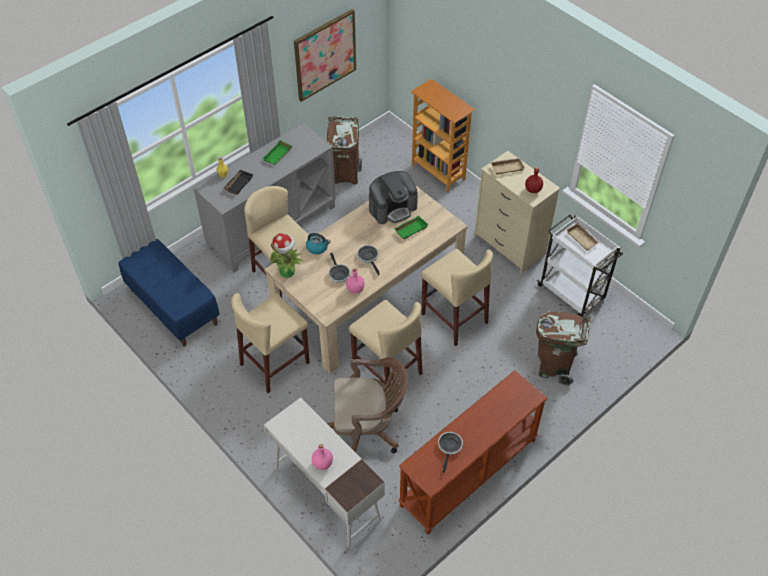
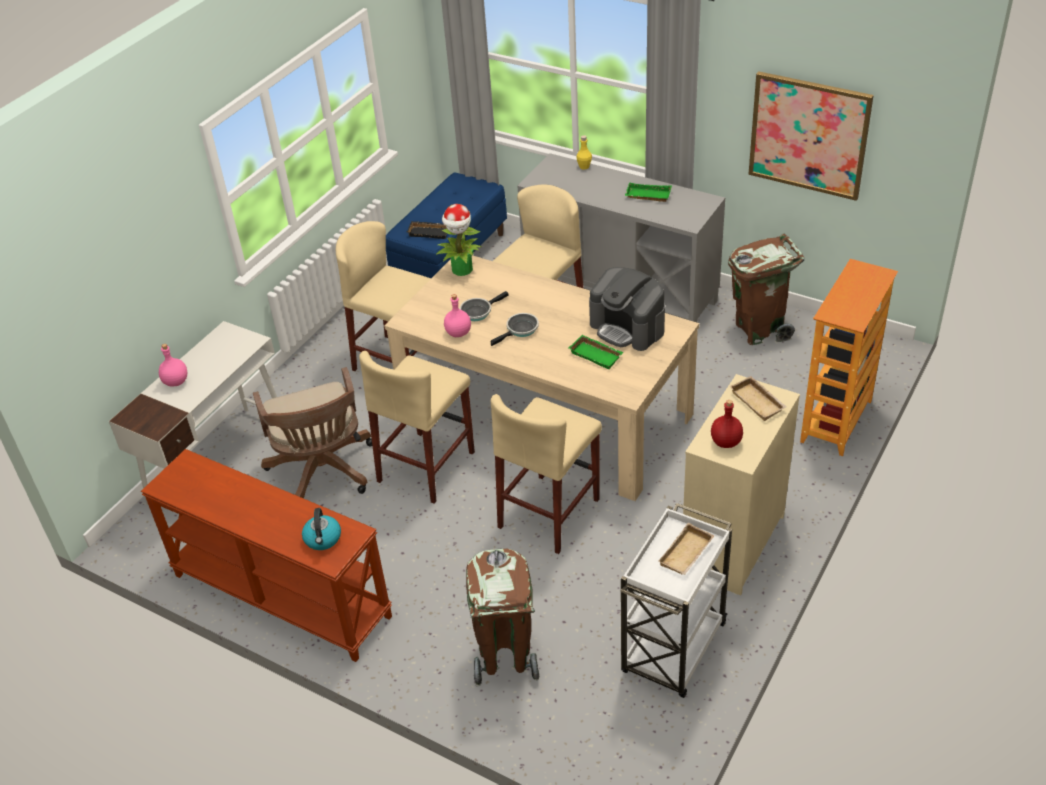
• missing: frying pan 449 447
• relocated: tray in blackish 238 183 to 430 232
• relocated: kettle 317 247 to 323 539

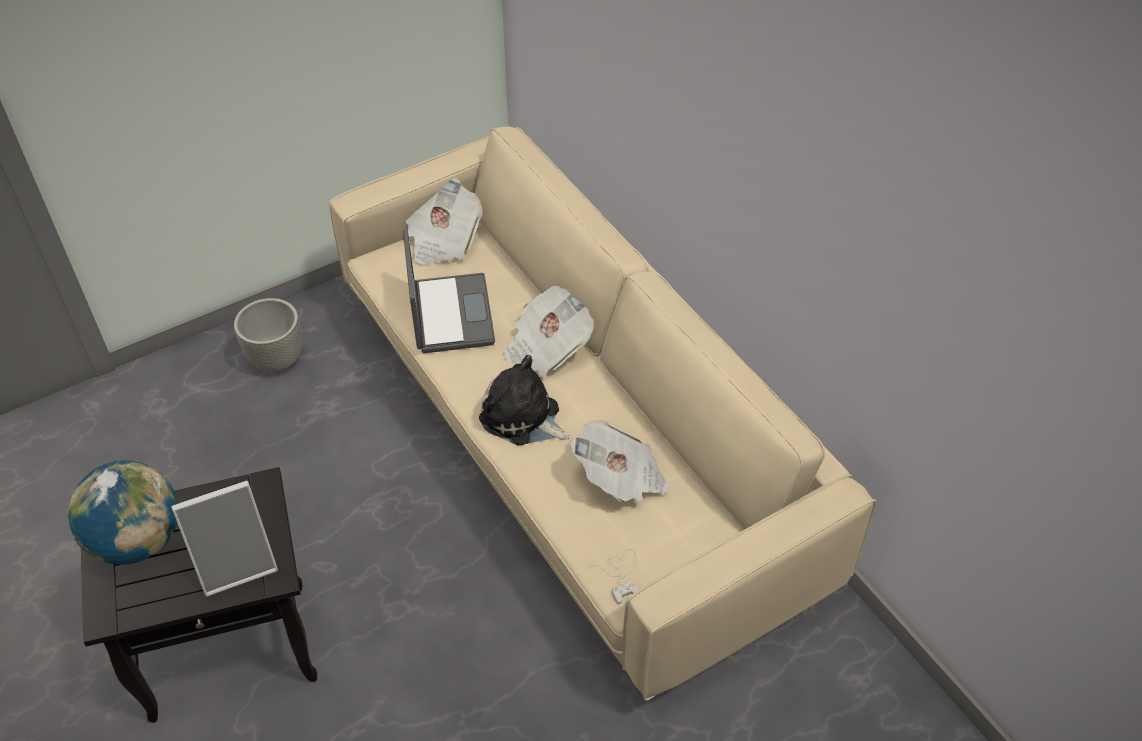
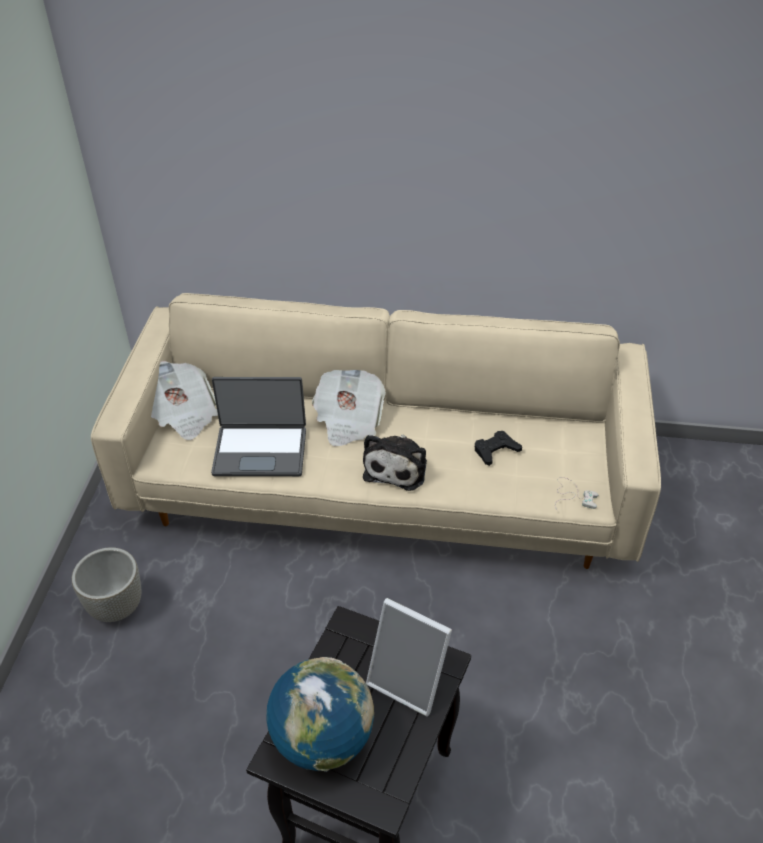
• exchanged: newspaper 620 478 to game controller in blackish 495 451
• spun: standing frame 236 563 = 409 681 105 degrees clockwise
• spun: notebook computer 449 314 = 260 450 150 degrees clockwise
• spun: plush toy 523 418 = 397 467 60 degrees counterclockwise

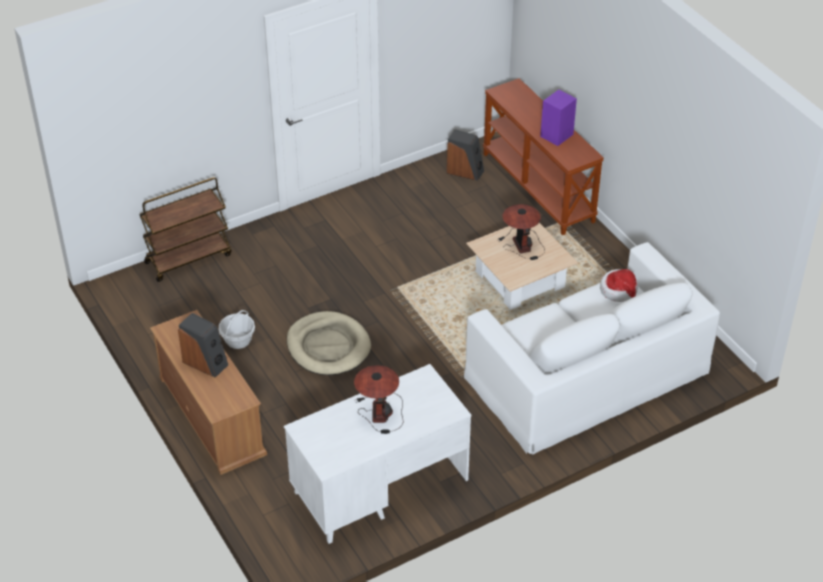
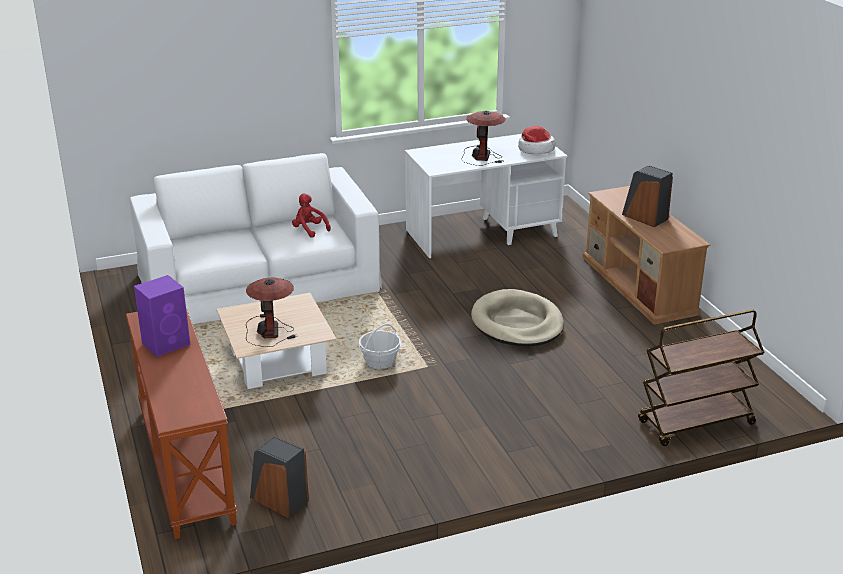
• appeared: plush toy in red-coloured 309 230
• relocated: basket 238 340 to 380 361
• relocated: wearable hat 619 291 to 535 149

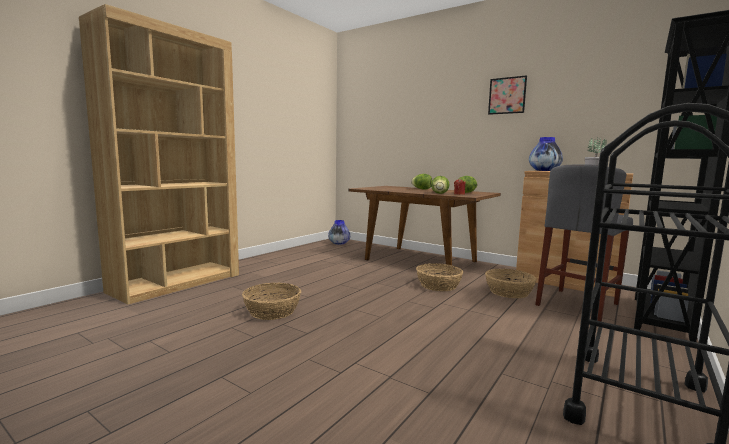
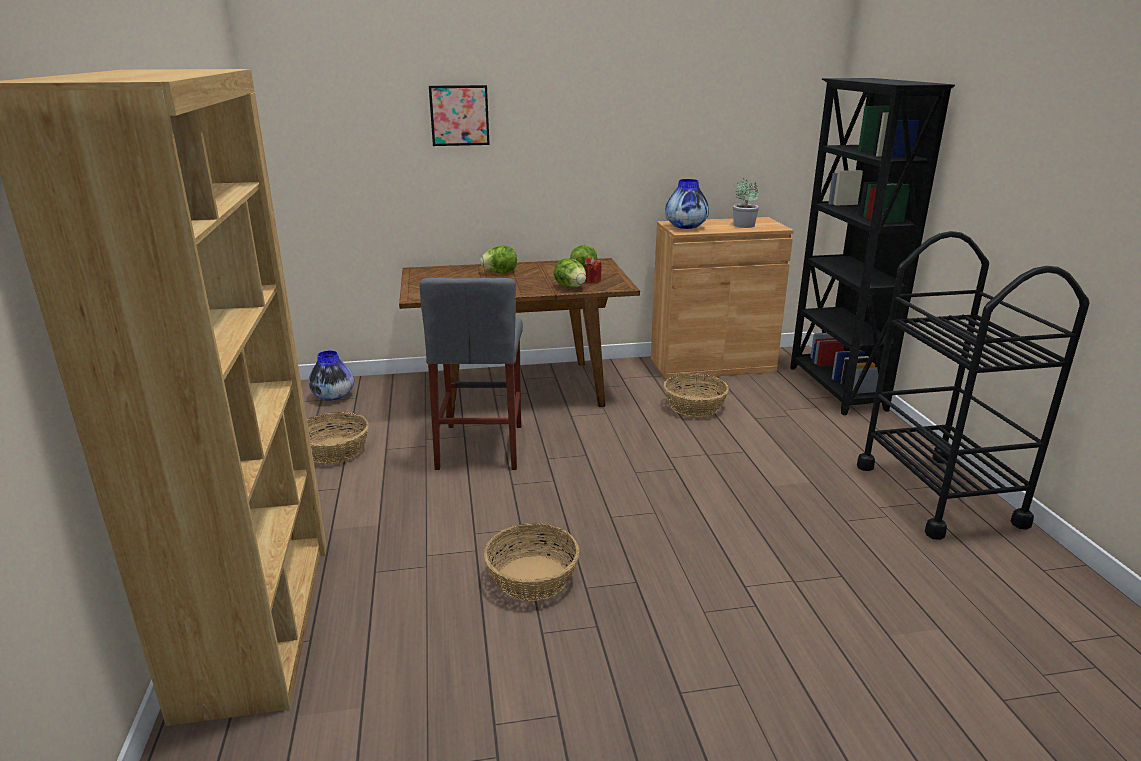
• relocated: basket 438 285 to 335 450
• relocated: picture 507 95 to 459 115
• relocated: stool in grey 577 304 to 480 446

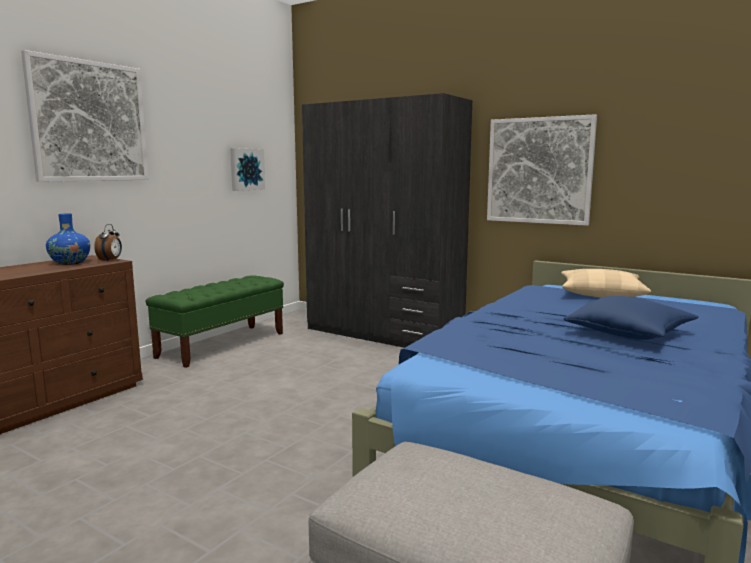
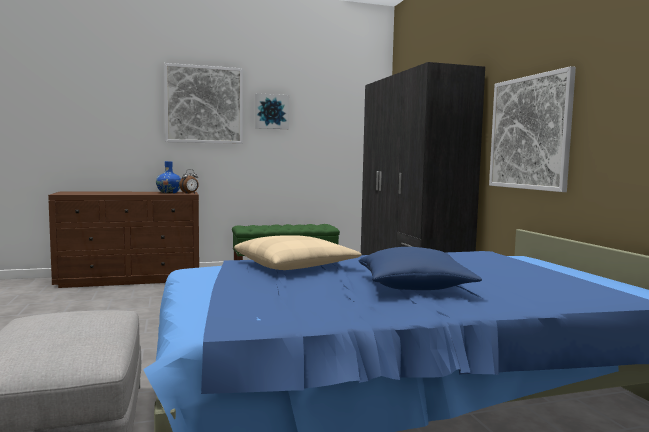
• relocated: picture 246 169 to 271 111
• relocated: cushion in sand-coloured 601 293 to 295 265

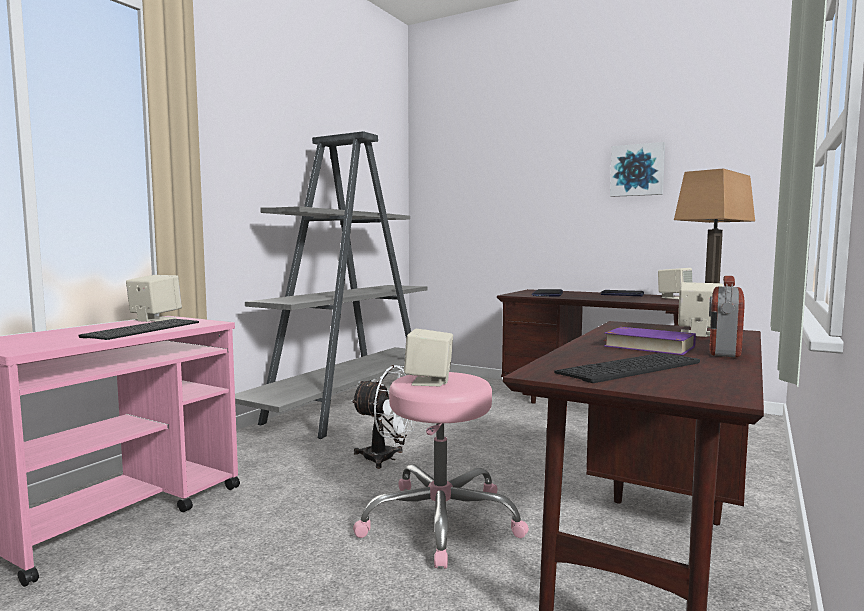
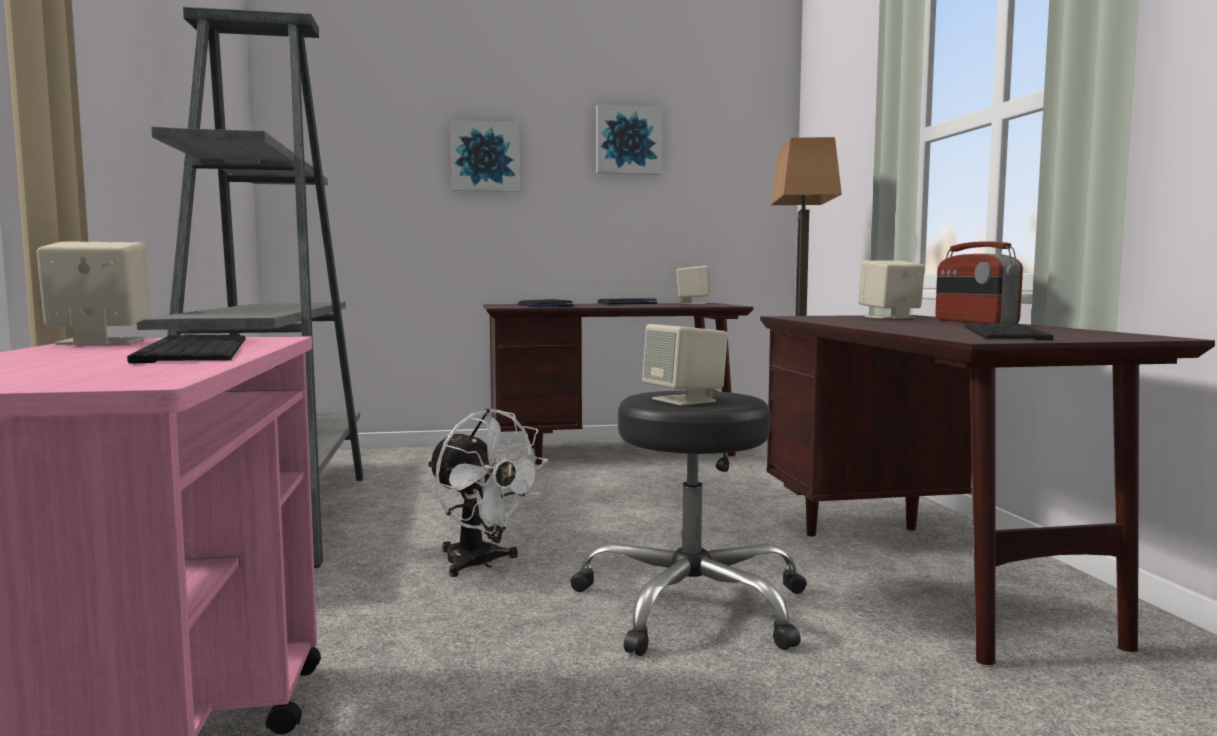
• missing: volume in purple-coloured 648 346
• appeared: picture 485 157
• colour: stool in pinkish 441 521 to stool in blackish 693 606
• spun: fan in whitish 386 459 = 481 564 60 degrees clockwise

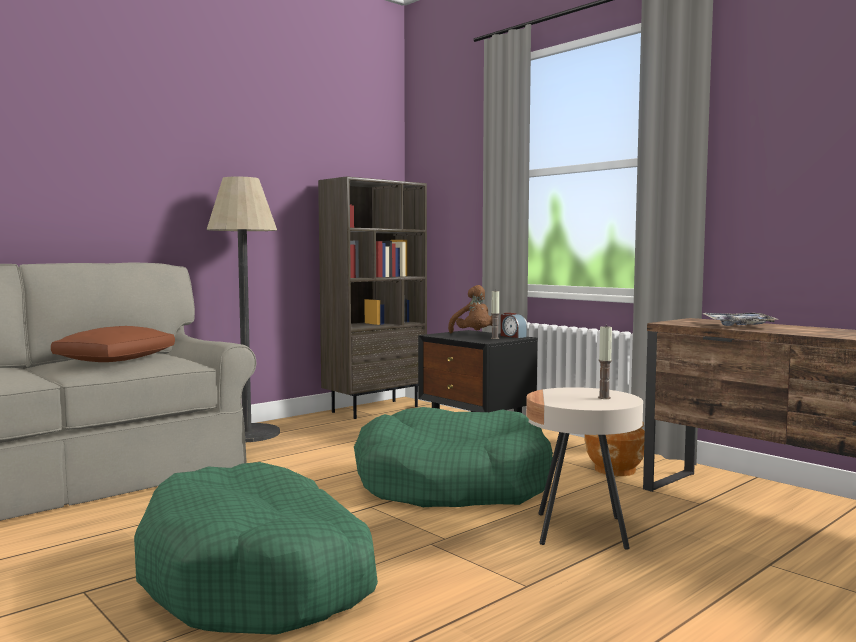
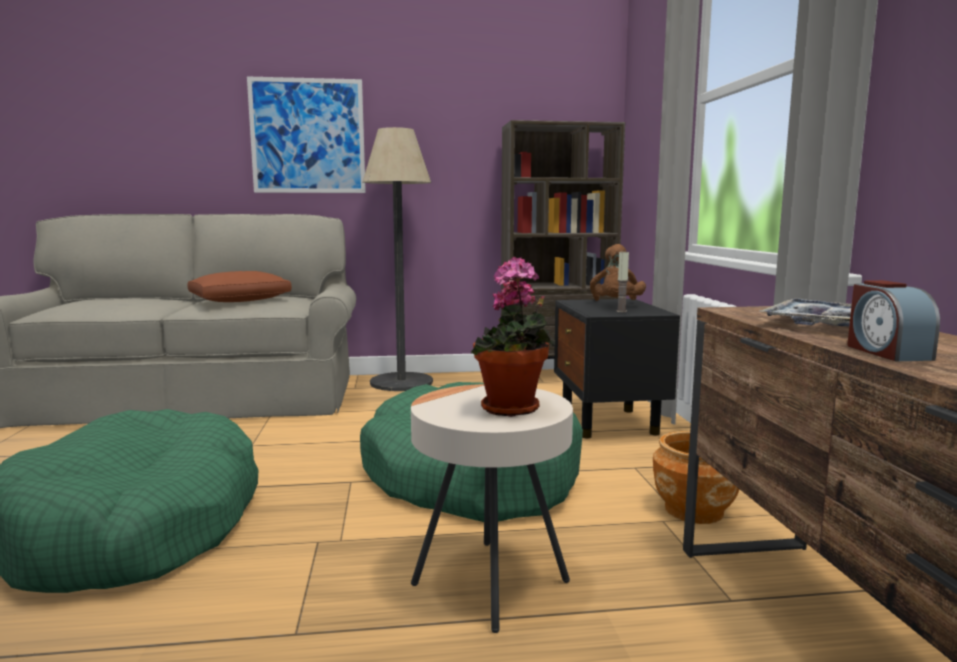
• appeared: picture 308 136
• relocated: table clock 513 336 to 886 352
• exchanged: wax candle 604 398 to houseplant 513 410

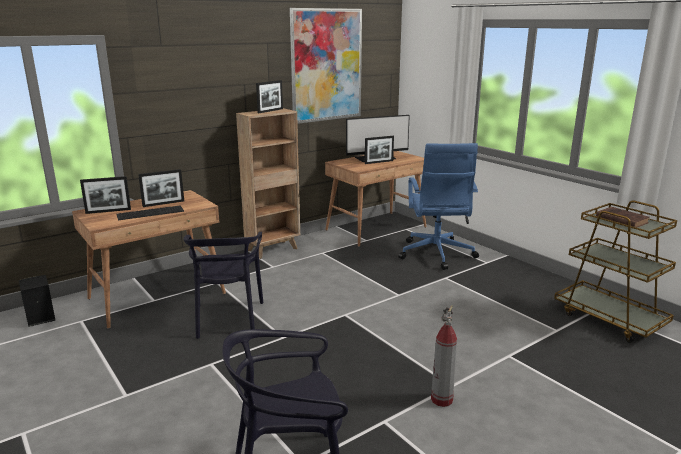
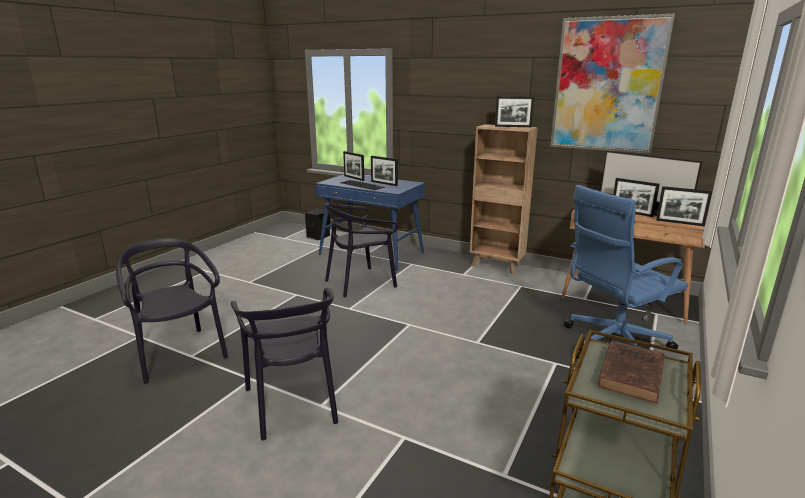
• appeared: standing frame 679 223
• exchanged: fire extinguisher 441 400 to chair in blackish 294 403
• colour: desk in brown-coloured 158 296 to desk in bluish 372 253

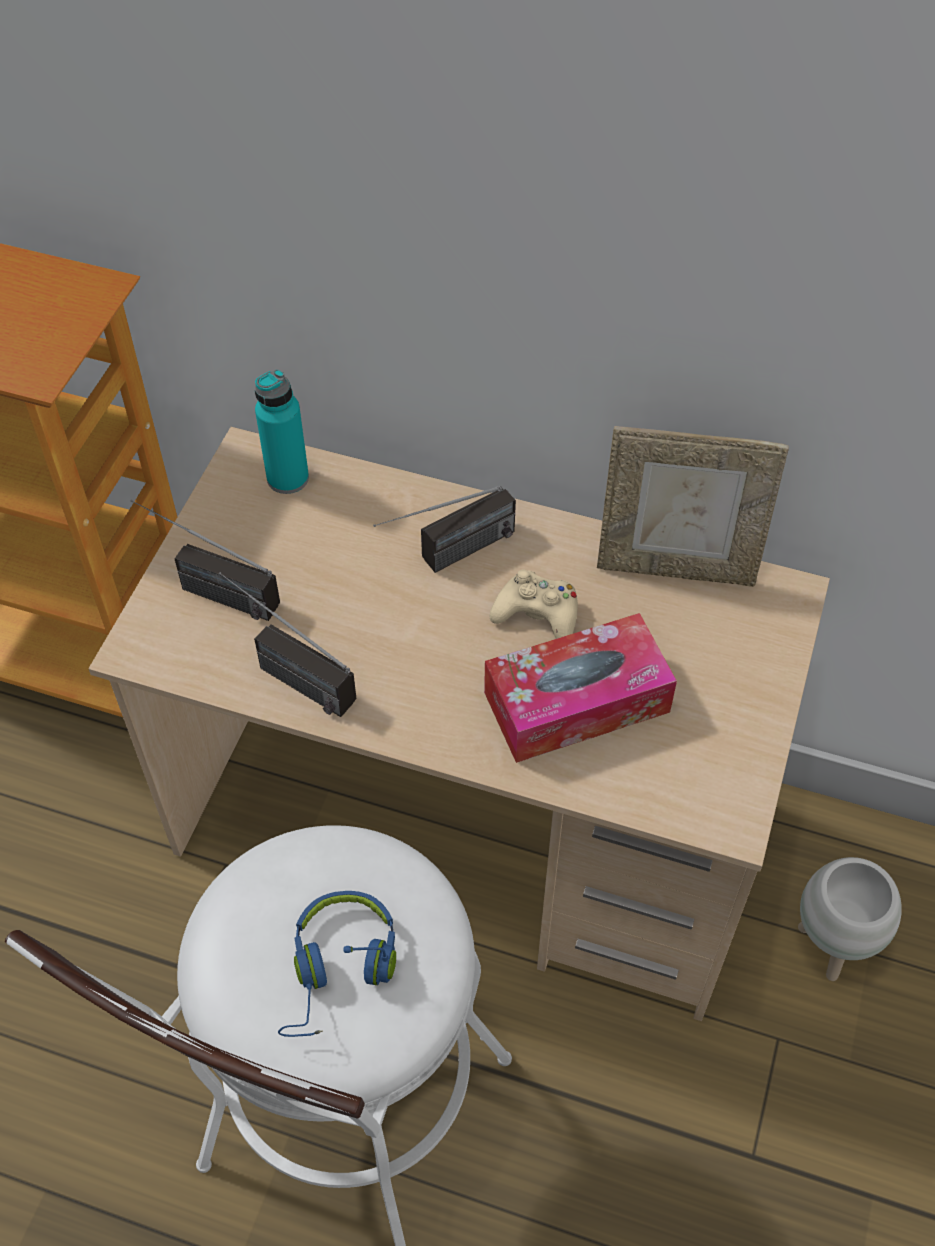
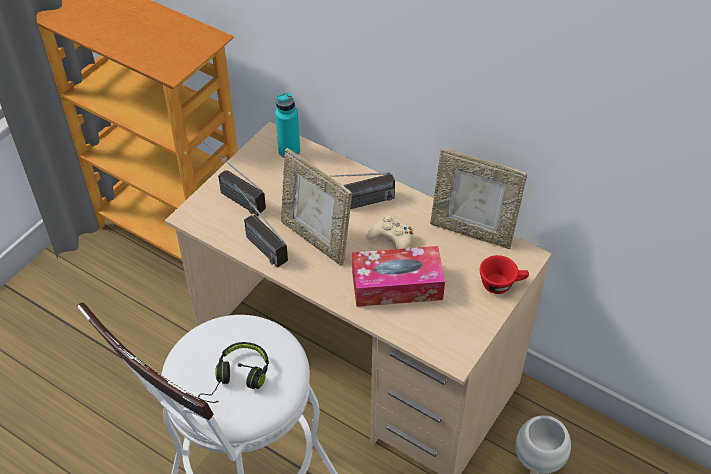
• appeared: standing frame 316 240
• appeared: small cup in red-coloured 502 284
• colour: headphones in bluish 339 969 to headphones in blackish 237 379

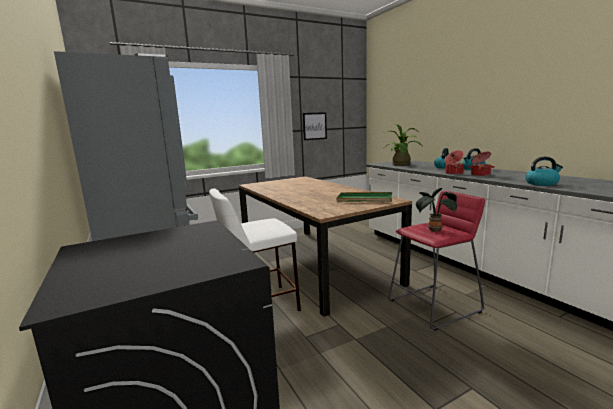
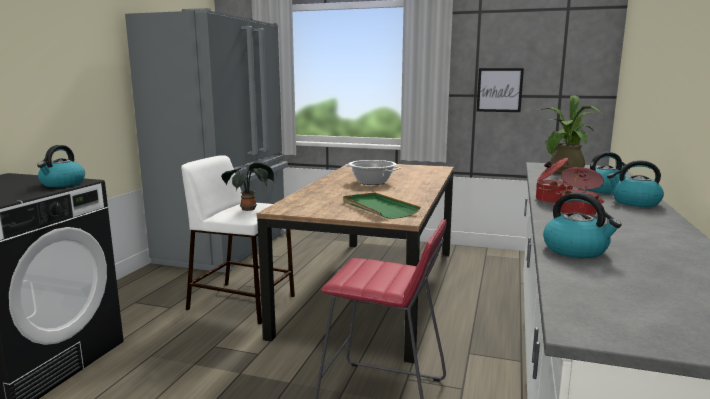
• appeared: kettle 62 184
• appeared: cooking pot 372 182
• relocated: houseplant 434 229 to 250 209

